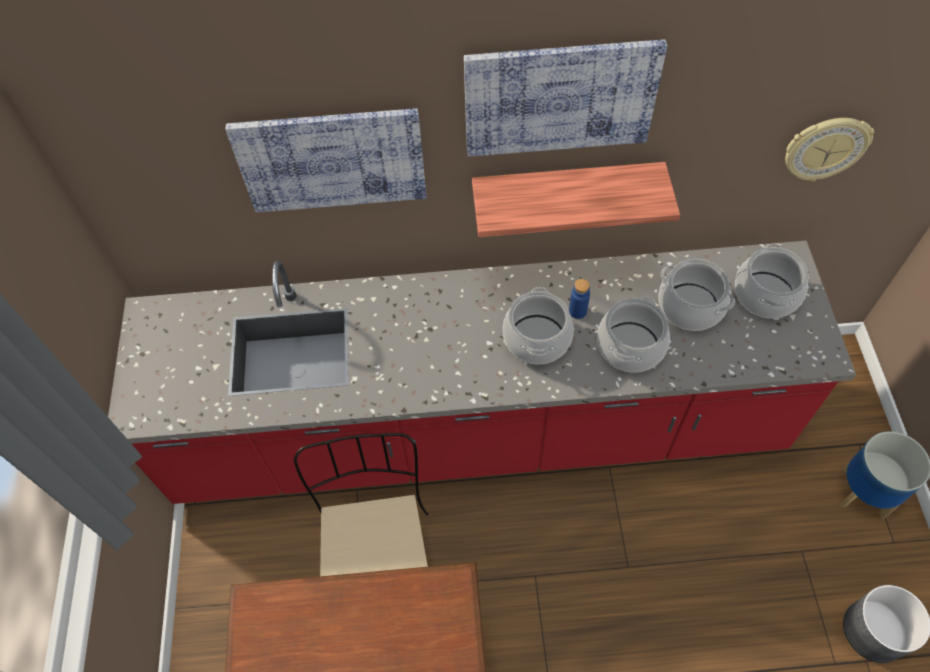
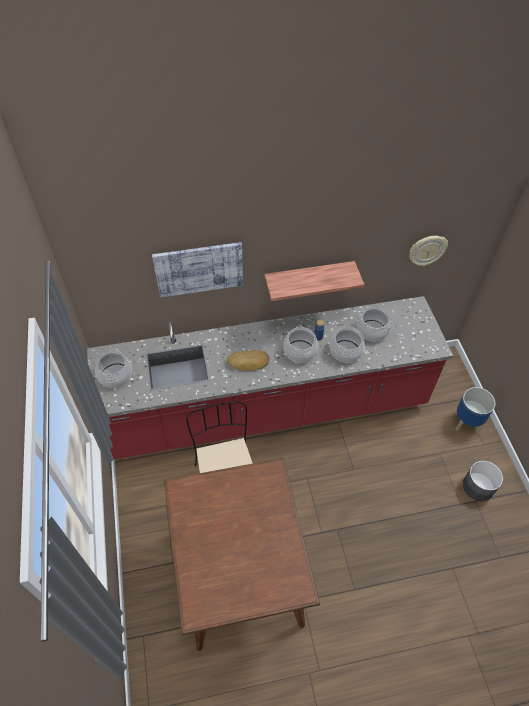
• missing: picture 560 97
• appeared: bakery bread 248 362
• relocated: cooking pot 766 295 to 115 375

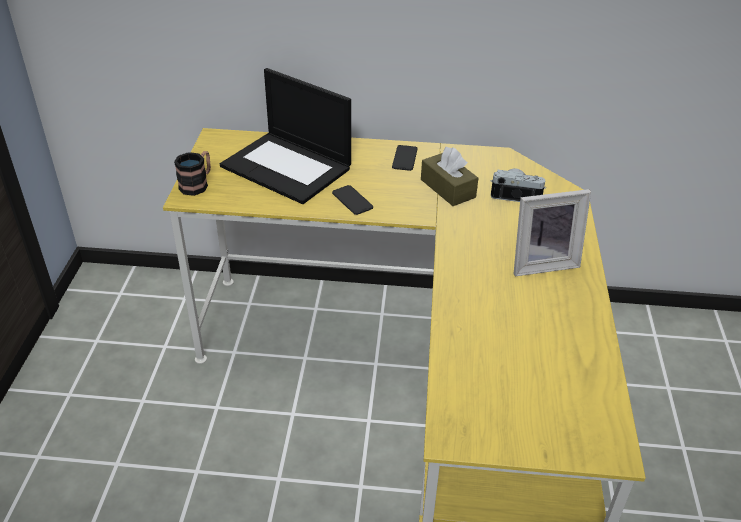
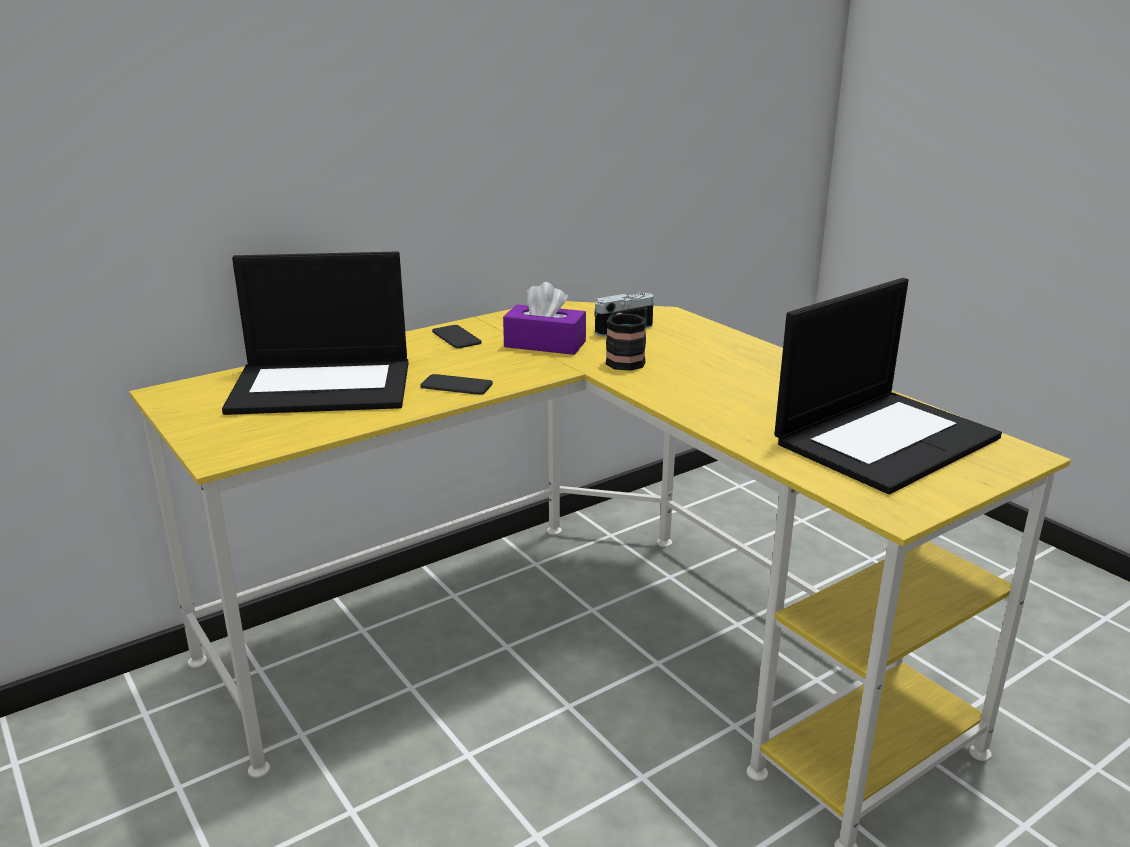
• missing: standing frame 542 262
• appeared: notebook computer 886 439
• relocated: tea mug 197 184 to 623 359
• colour: tissue holder in brown-coloured 447 188 to tissue holder in purple-coloured 545 344

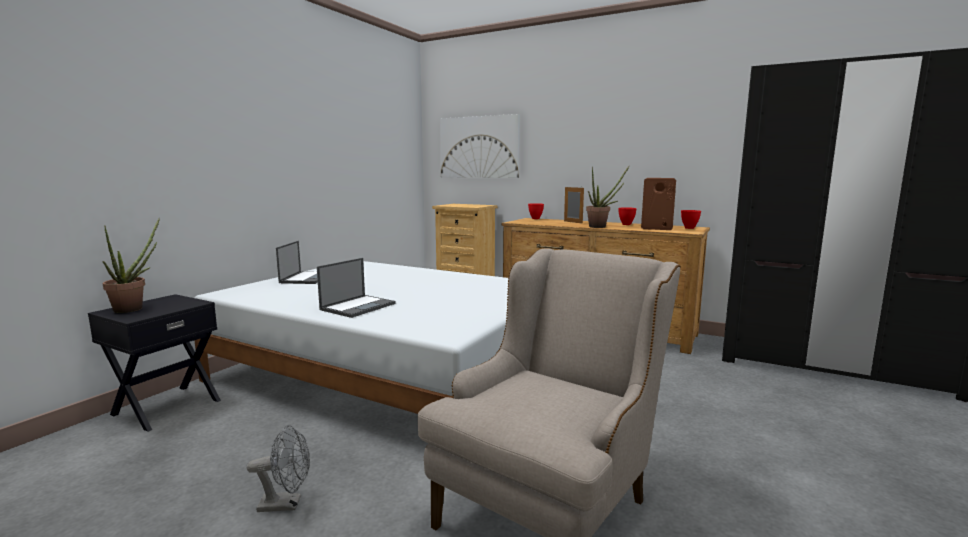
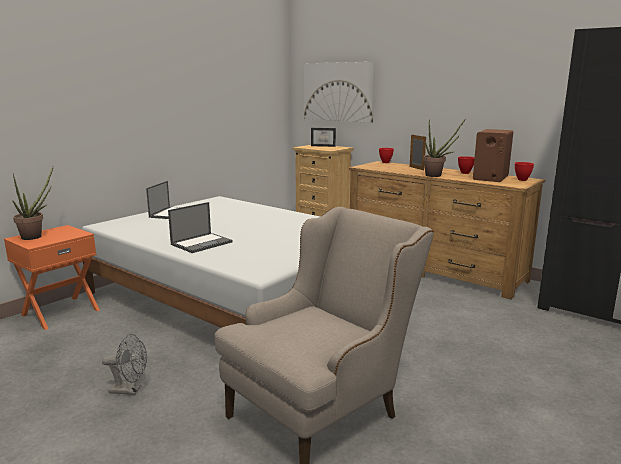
• appeared: standing frame 324 146
• colour: night table in blackish 166 407 to night table in orange-coloured 60 312

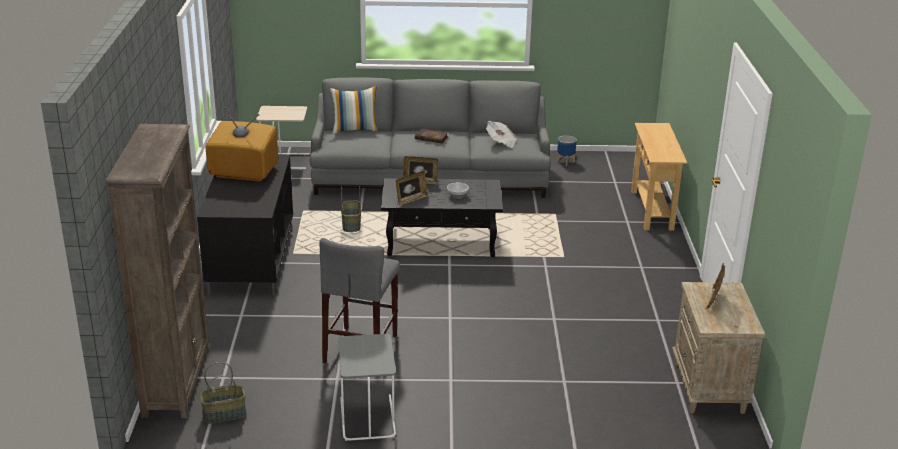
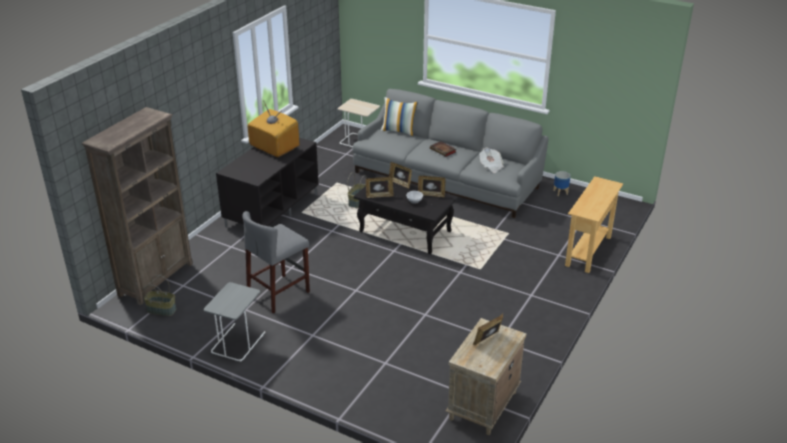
• appeared: standing frame 431 194

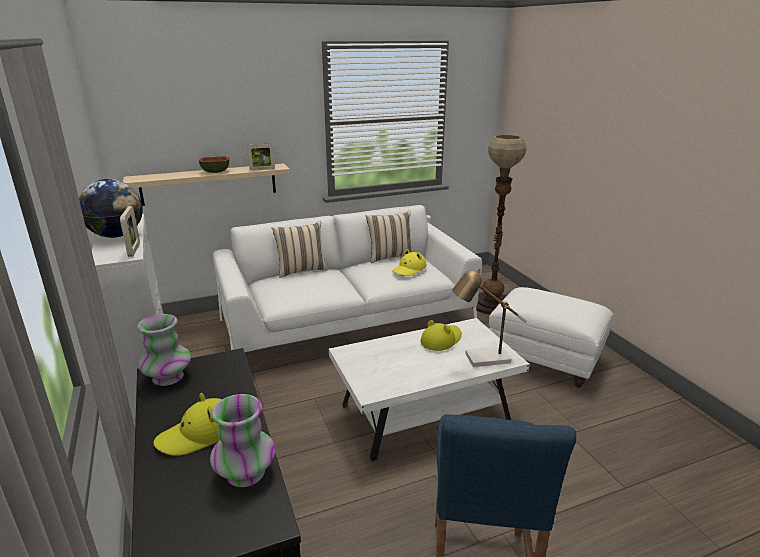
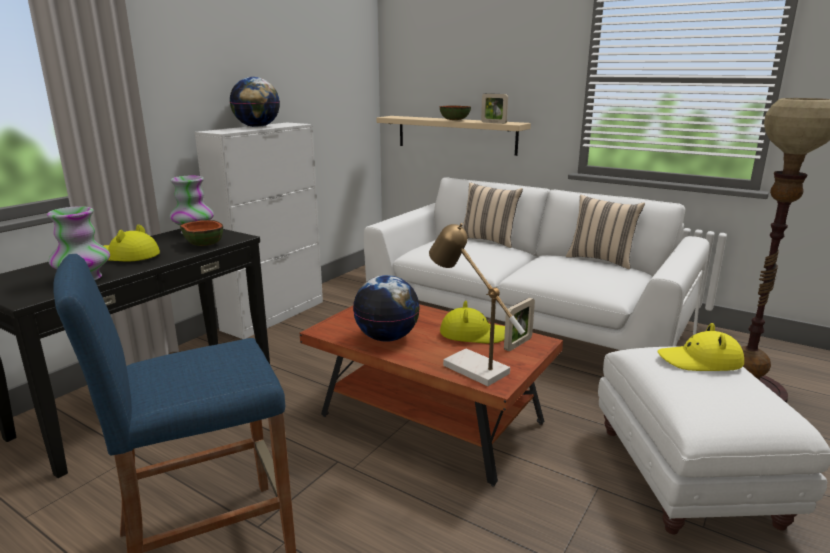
• appeared: serving bowl 203 244
• appeared: globe 387 338
• relocated: standing frame 134 250 to 518 344
• relocated: wearable hat in yellowish 409 269 to 700 361
• colour: coffee table in whitish 424 415 to coffee table in brown-coloured 430 420

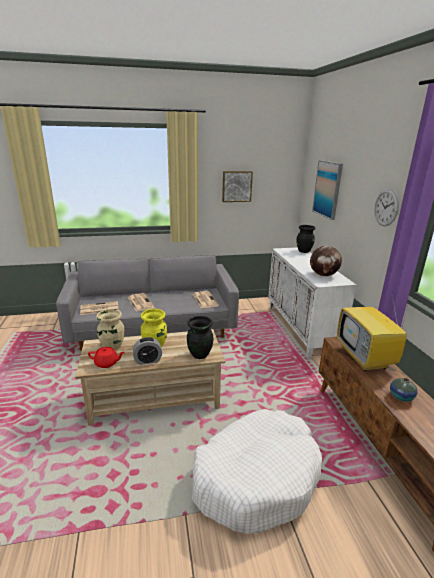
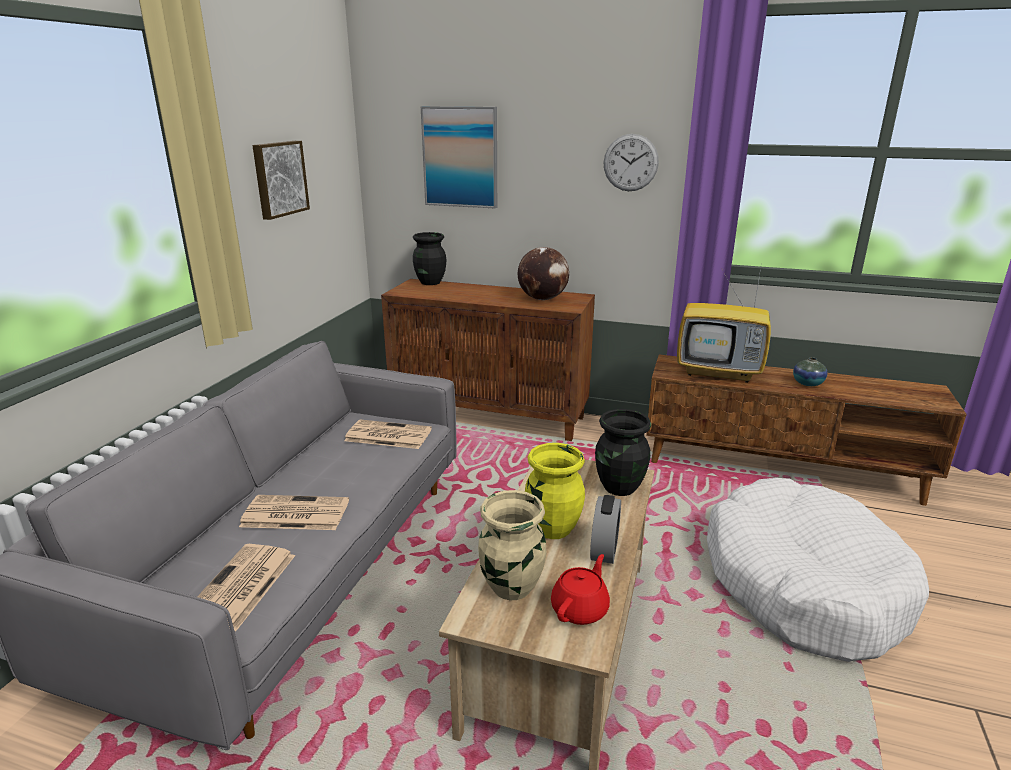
• colour: cabinet in whitish 301 329 to cabinet in brown-coloured 491 416

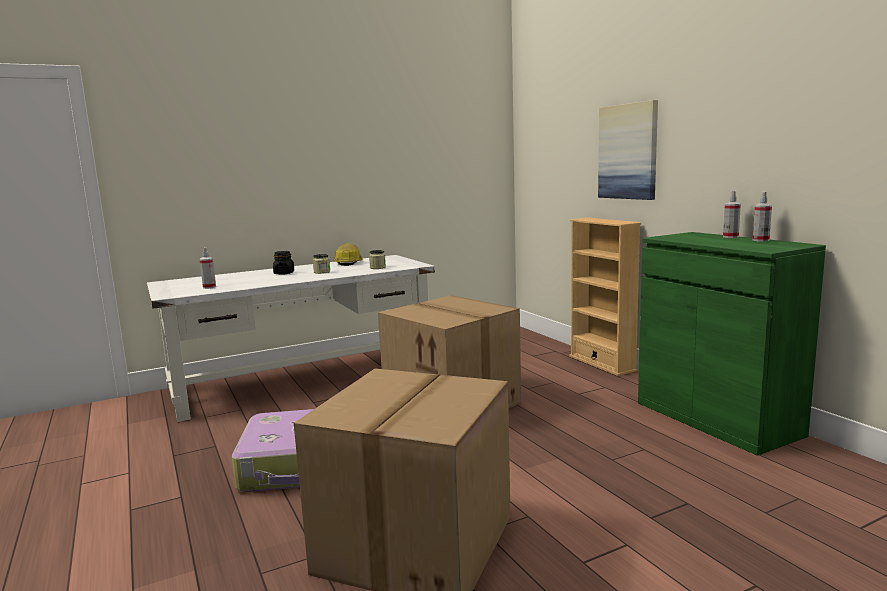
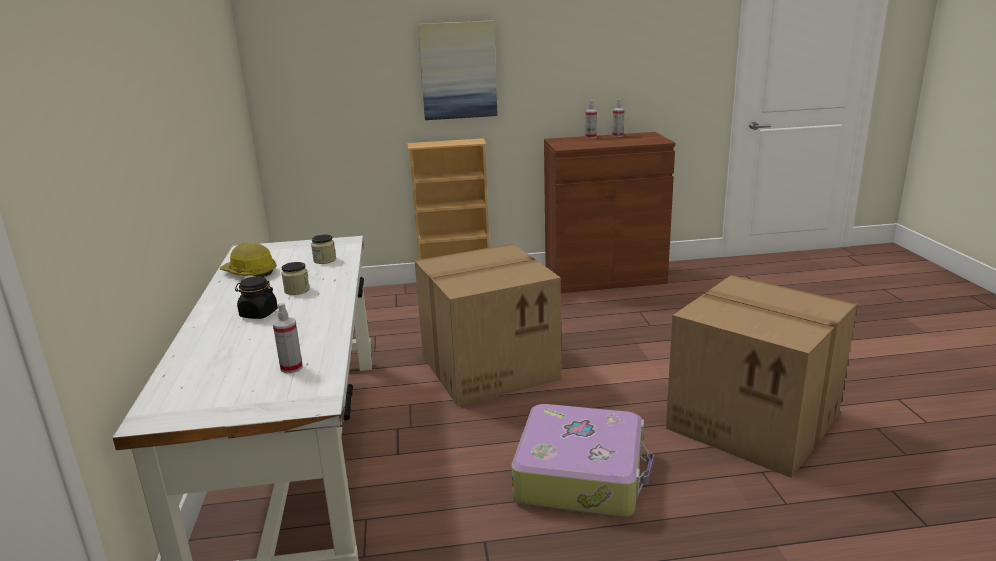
• colour: cabinet in greenish 716 418 to cabinet in brown-coloured 605 278

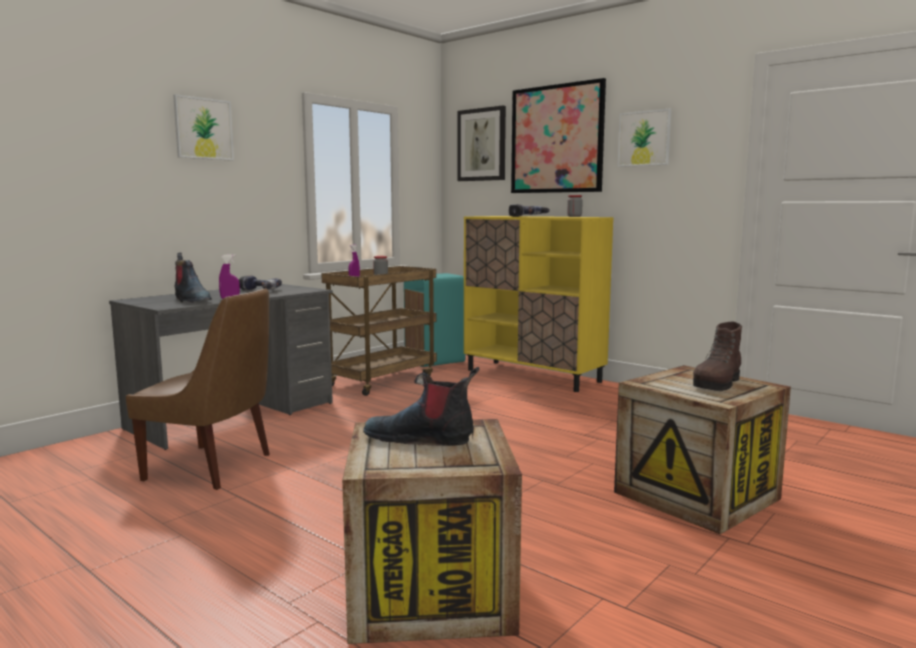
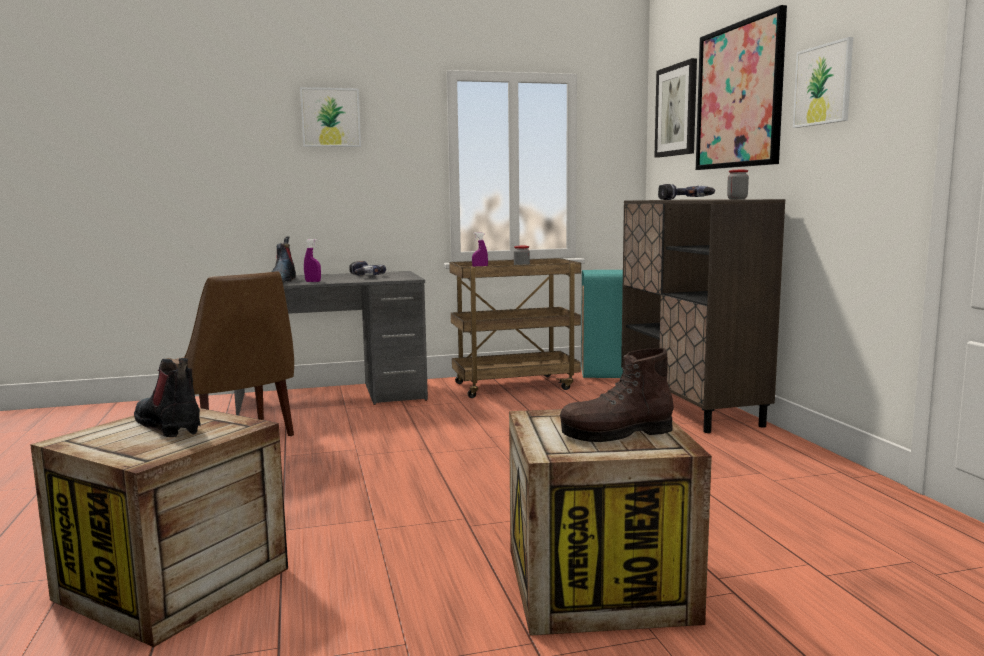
• colour: cabinet in yellowish 533 376 to cabinet in brown-coloured 689 406

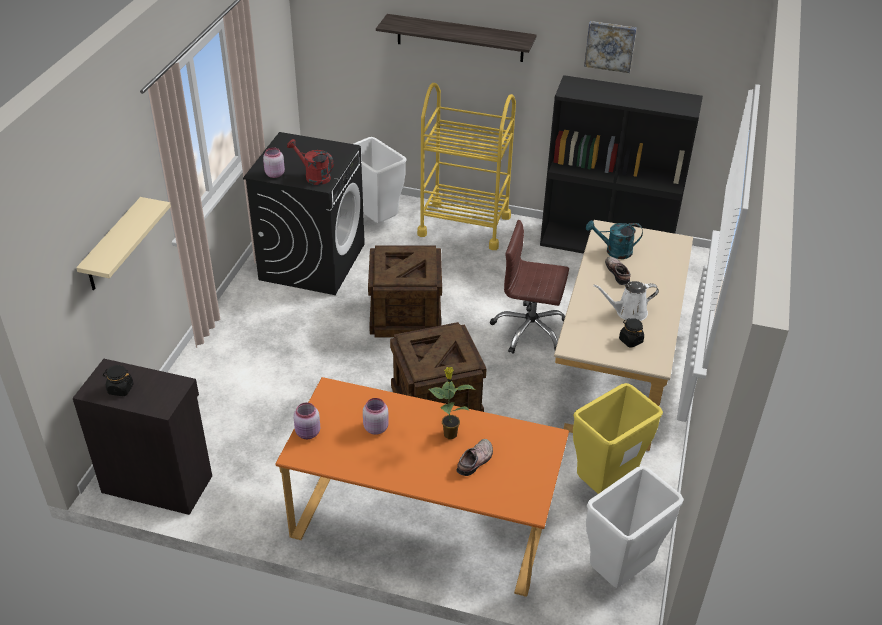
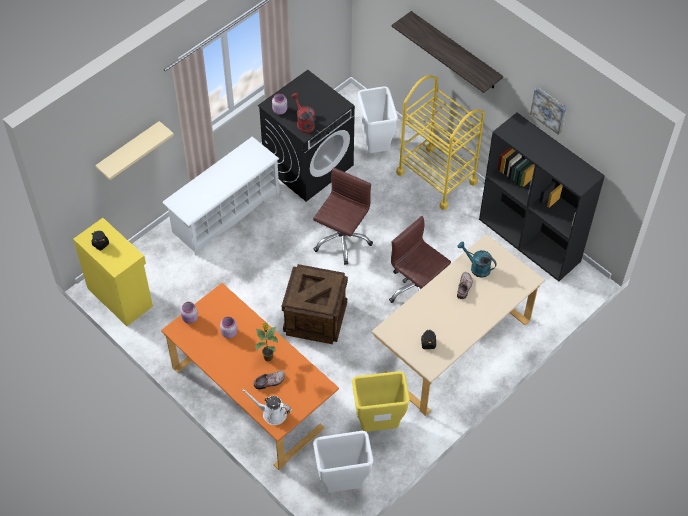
• appeared: shoe rack in whitish 225 212
• relocated: watering can in whitish 628 312 to 272 413
• exchanged: packing crate 405 315 to desk chair in brown-coloured 341 239
• colour: cabinet in blackish 157 482 to cabinet in yellowish 120 296

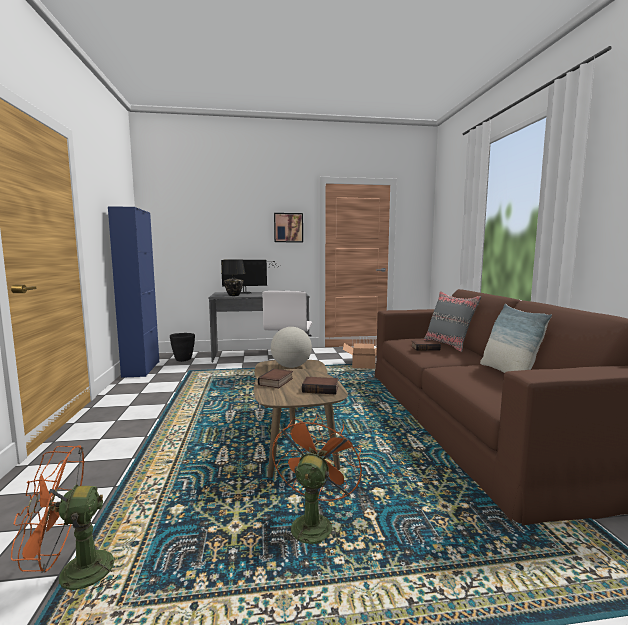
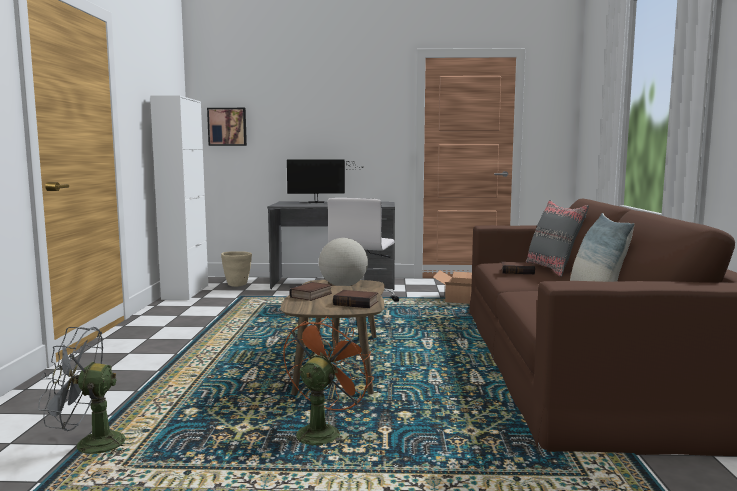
• missing: table lamp in blackish 234 295
• relocated: picture 288 227 to 227 127
• colour: fan in orange-coloured 73 575 to fan in grey 89 446
• colour: cabinet in bluish 141 369 to cabinet in whitish 185 292
• colour: plant pot in blackish 183 360 to plant pot in sand-coloured 237 285

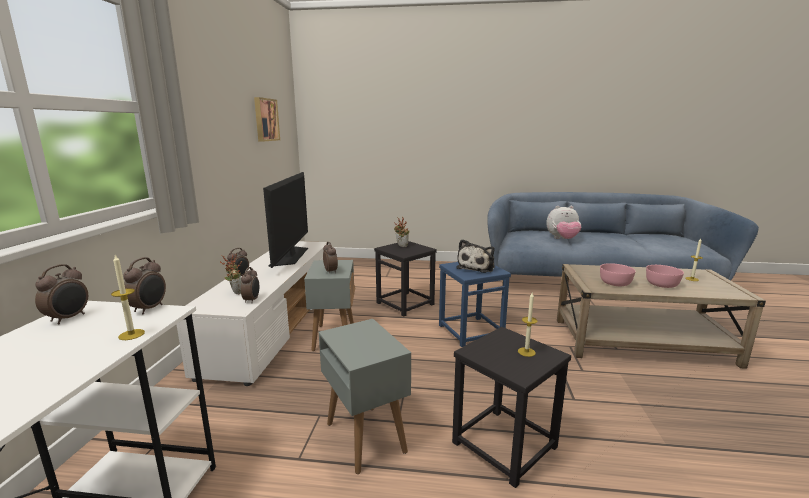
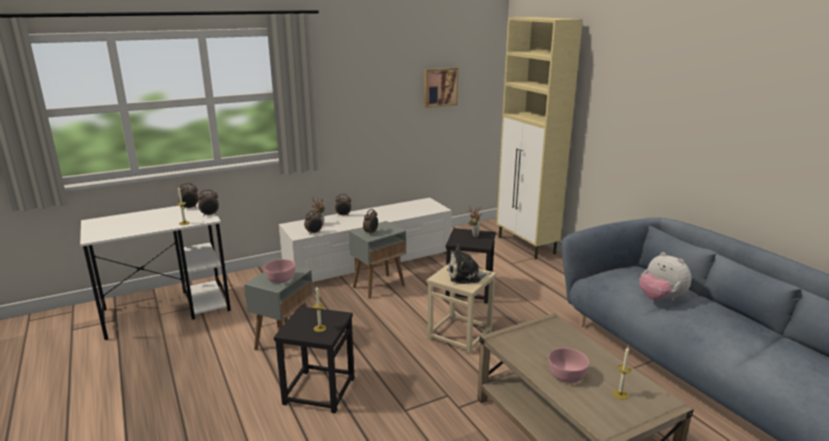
• missing: TV set 290 256
• appeared: cabinet in sand-coloured 526 246
• relocated: serving bowl in pinkish 615 283 to 280 279
• colour: stool in bluish 470 331 to stool in sand-coloured 460 335

